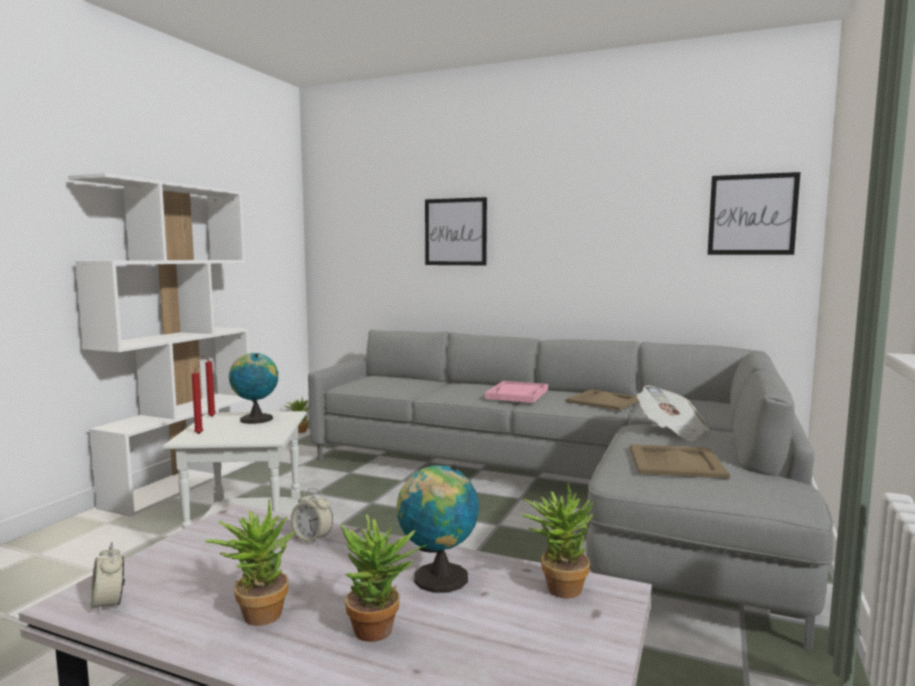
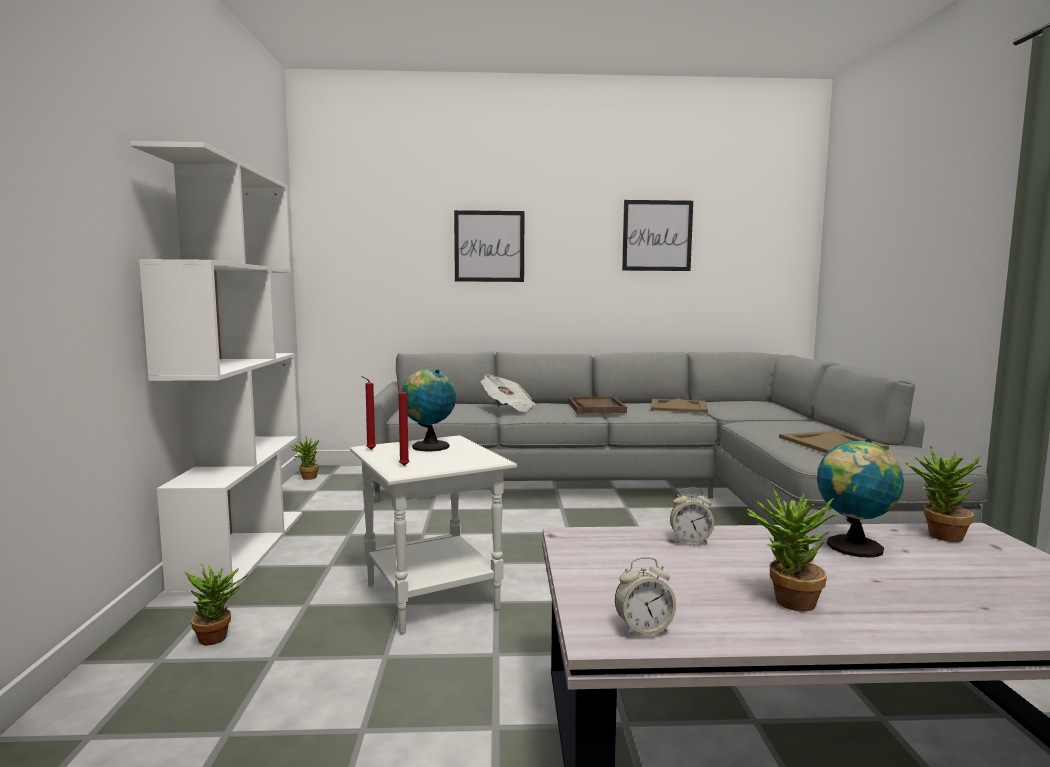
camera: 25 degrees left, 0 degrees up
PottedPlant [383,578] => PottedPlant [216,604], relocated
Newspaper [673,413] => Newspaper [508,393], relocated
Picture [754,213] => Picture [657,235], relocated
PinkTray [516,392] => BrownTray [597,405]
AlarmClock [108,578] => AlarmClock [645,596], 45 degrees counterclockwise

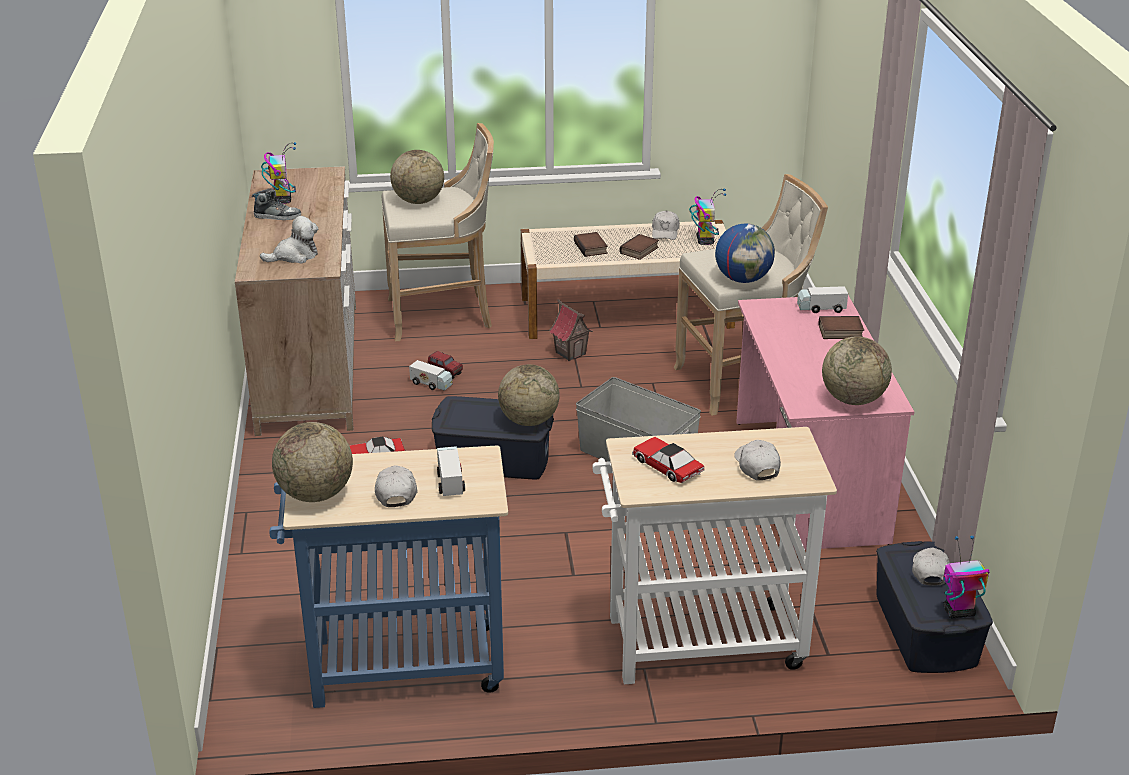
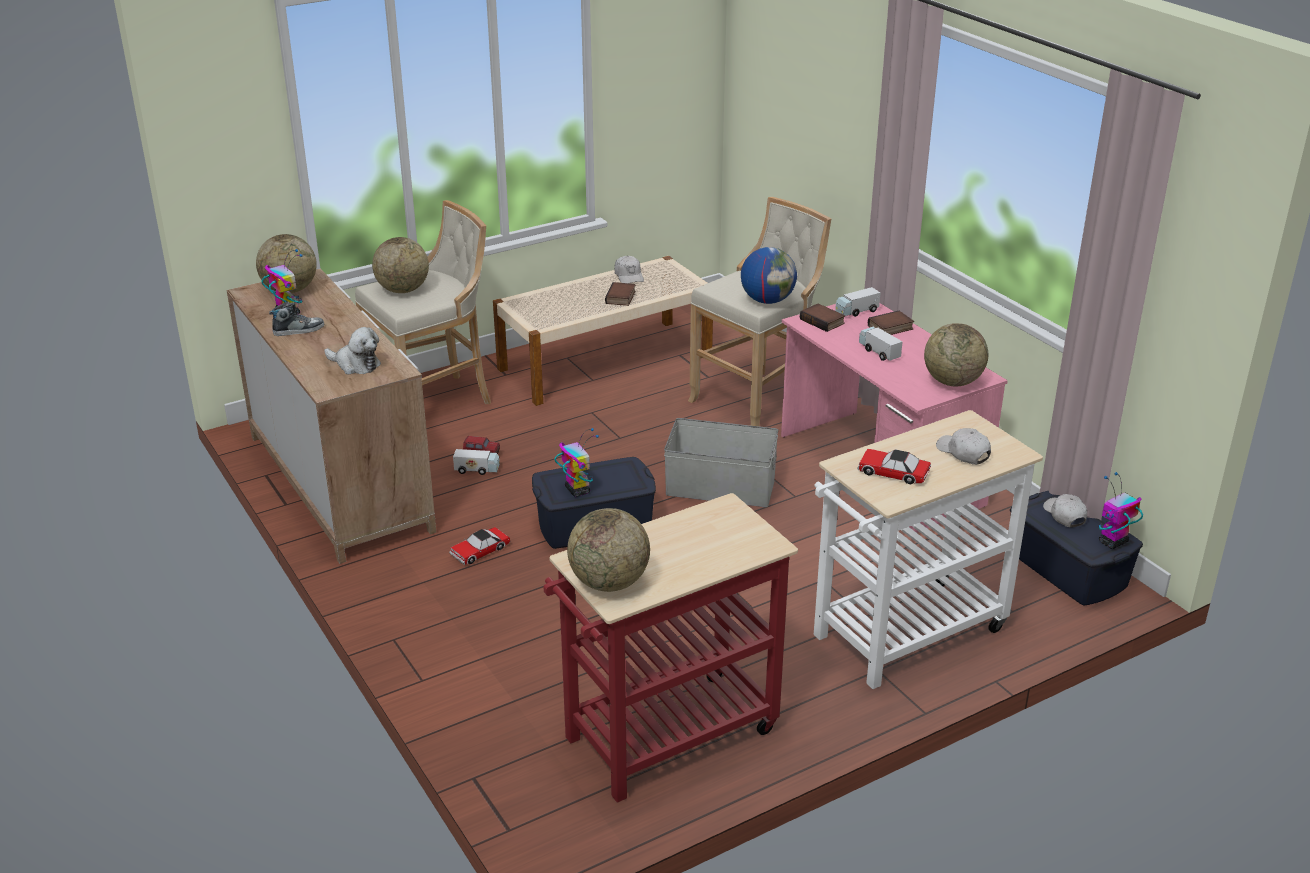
camera: 25 degrees left, 0 degrees up
WhiteCap [396,486] => nothing
ToyHouse [571,330] => nothing
ToyTruck [451,471] => ToyTruck [881,344], relocated
Globe [529,395] => Globe [286,263], relocated
Book [591,244] => Book [822,317], relocated
ToyRobot [707,216] => ToyRobot [577,462], relocated
BlueCart [388,577] => RedCart [671,648]
PlushToy [289,240] => PlushToy [352,350], 75 degrees clockwise

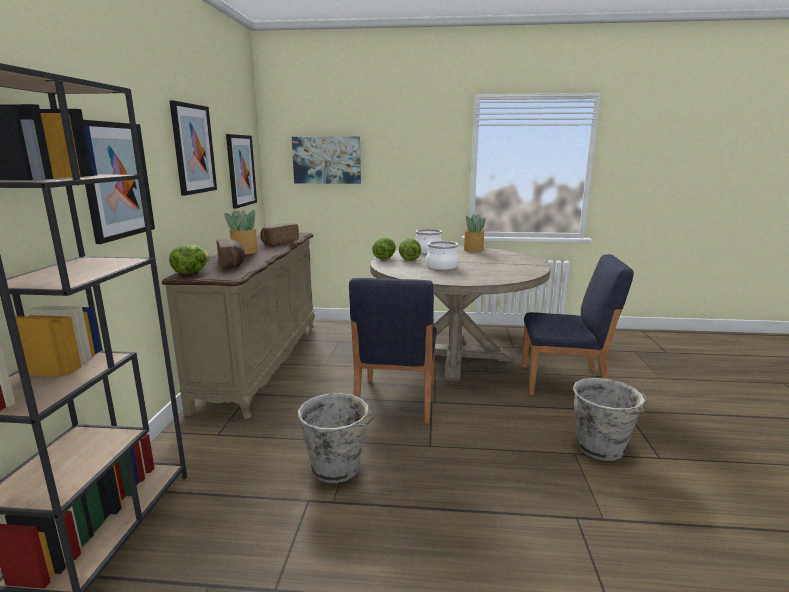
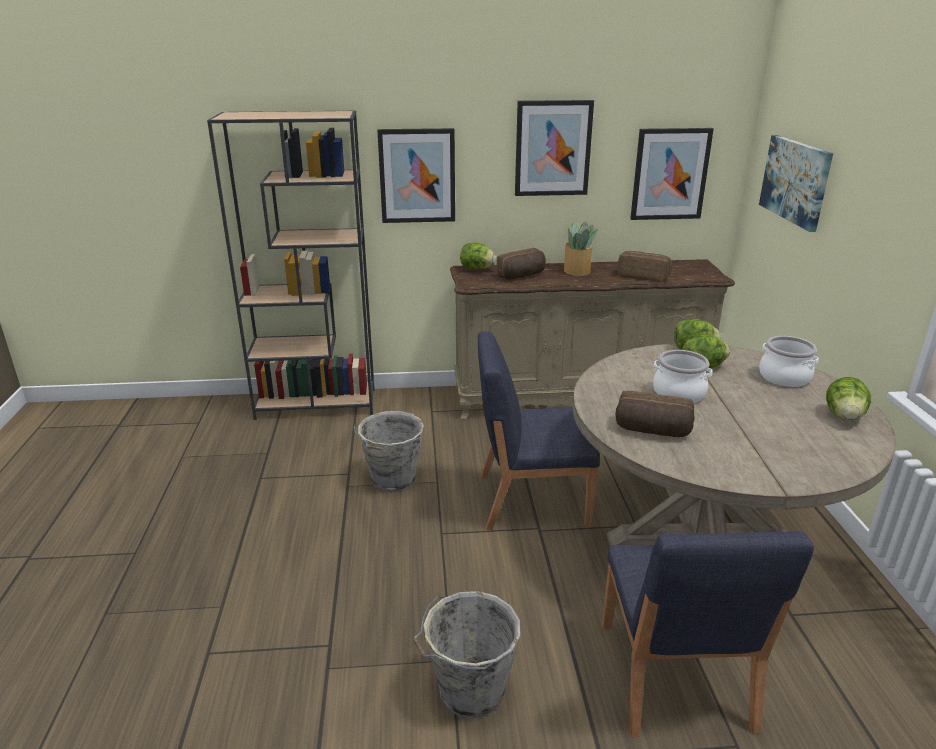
camera: 80 degrees right, 10 degrees up
nothing => Bread [654,414]
PottedPlant [475,233] => Lettuce [848,398]

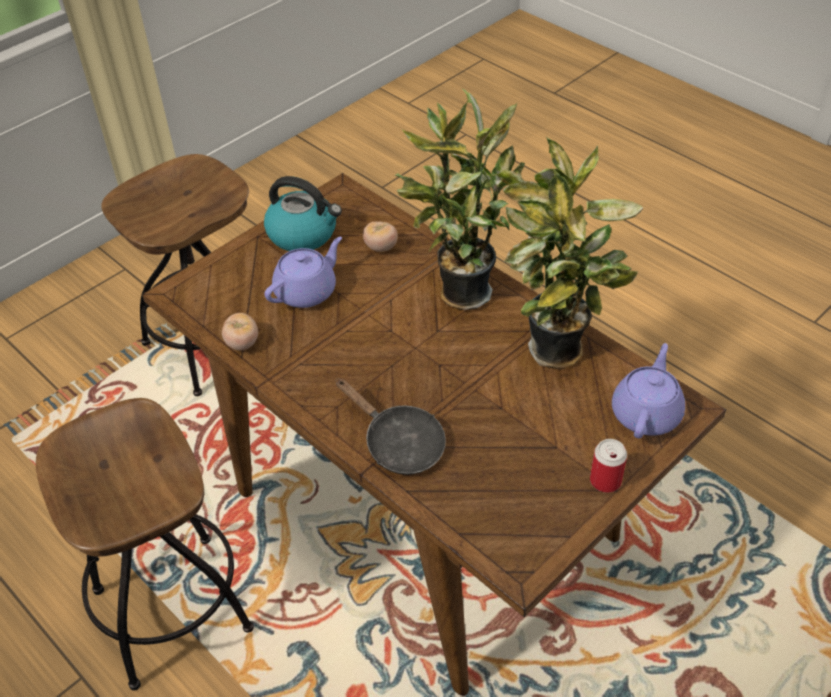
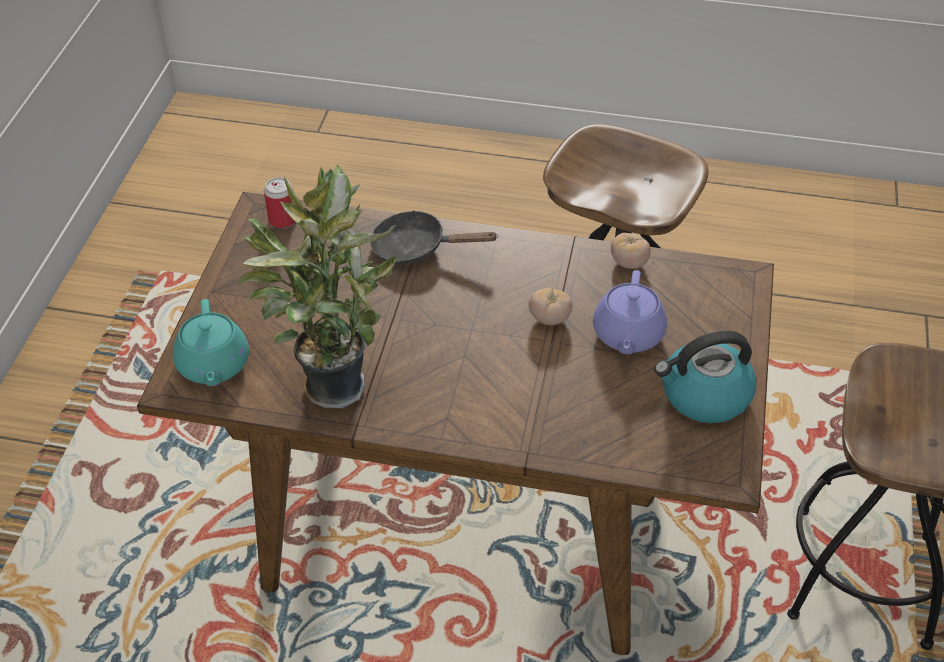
camera: 145 degrees right, 0 degrees up
PottedPlant [460,199] => nothing
Tomato [380,237] => Tomato [551,306], relocated
Can [608,466] => Can [279,202], relocated
PurpleTeapot [648,391] => TurquoiseTeapot [211,342]

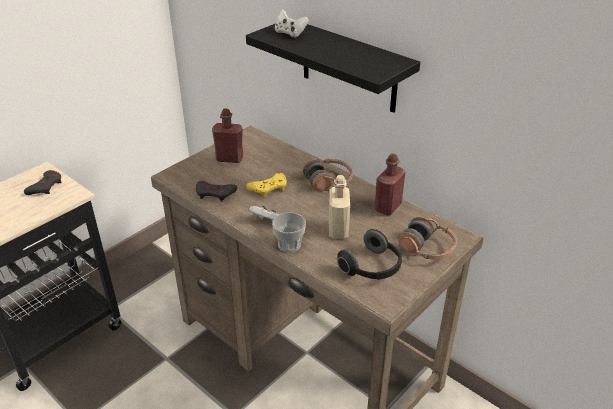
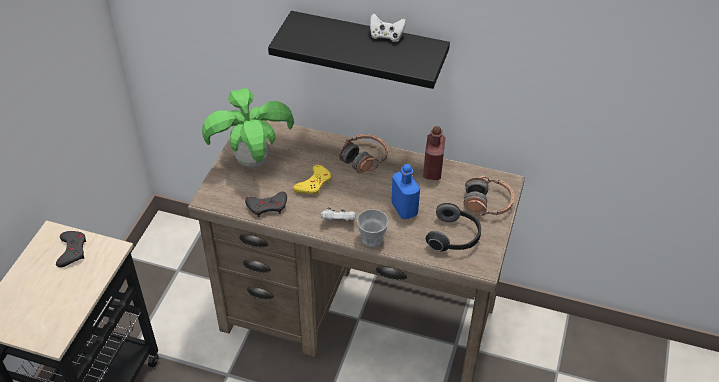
camera: 25 degrees left, 10 degrees up
WhiteGameController [292,24] => WhiteGameController [388,28], relocated
RedBottle [227,136] => PottedPlant [248,128]
BeigeBottle [339,206] => BlueBottle [405,191]

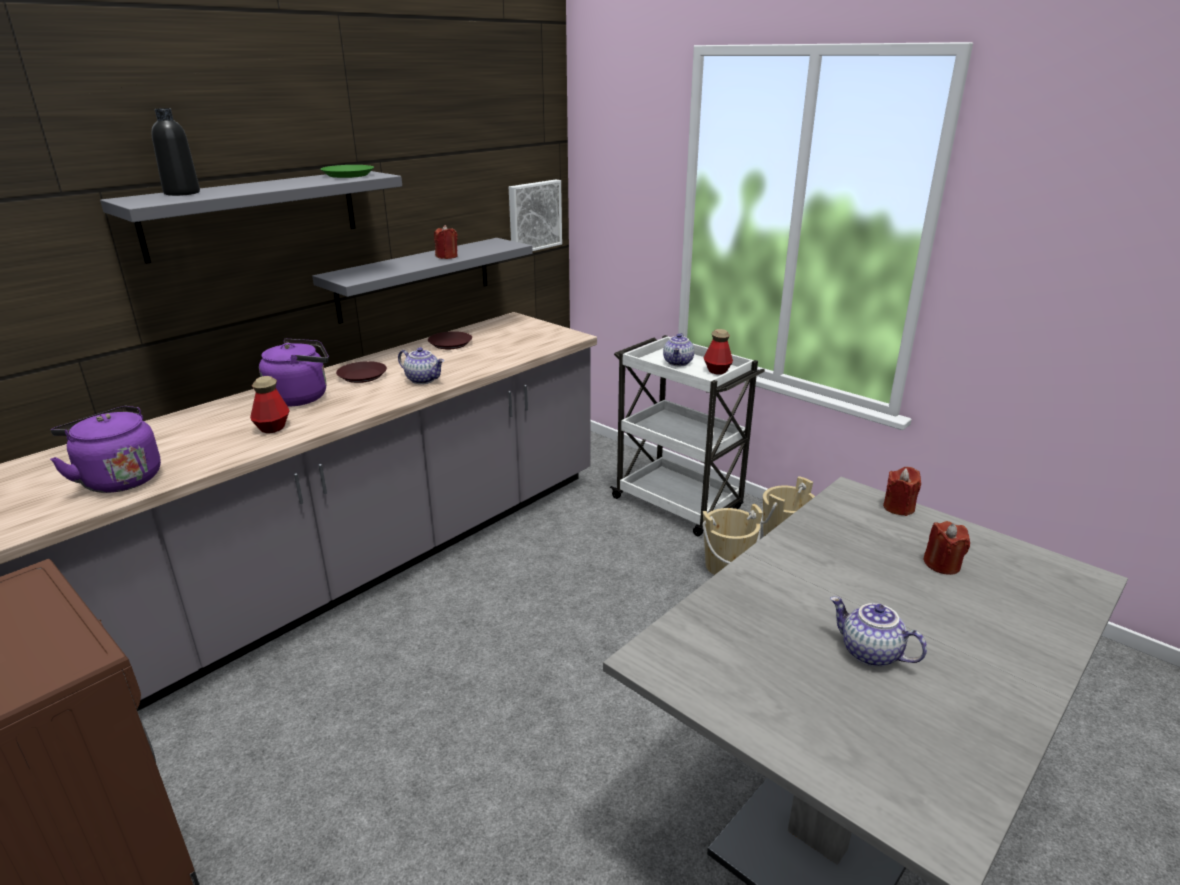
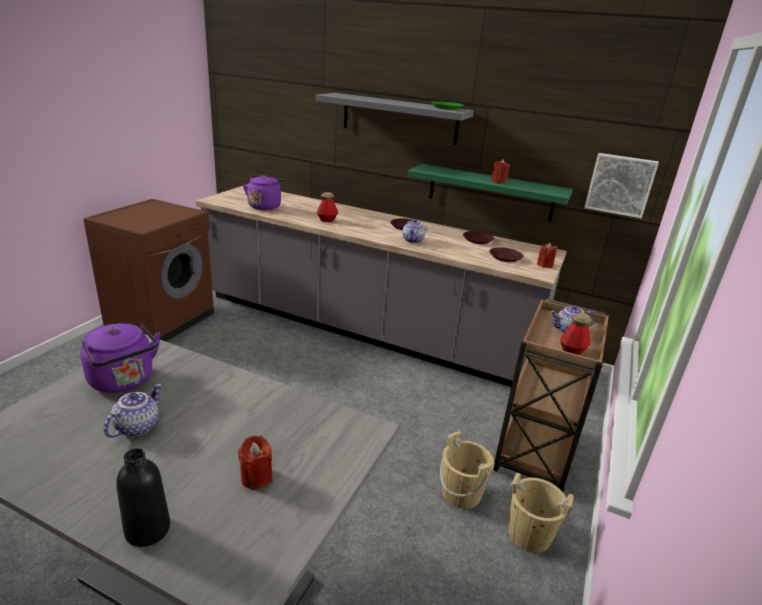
camera: 70 degrees right, 0 degrees up
nothing => BrownPlate [506,254]
BlackBottle [175,152] => BlackBottle [143,497], relocated
PurpleKettle [294,372] => PurpleKettle [120,358], relocated
RedCandle [902,491] => RedCandle [547,255], relocated
GreyShelf [422,281] => GreenShelf [490,192]
WhiteCart [687,435] => BrownCart [551,395]

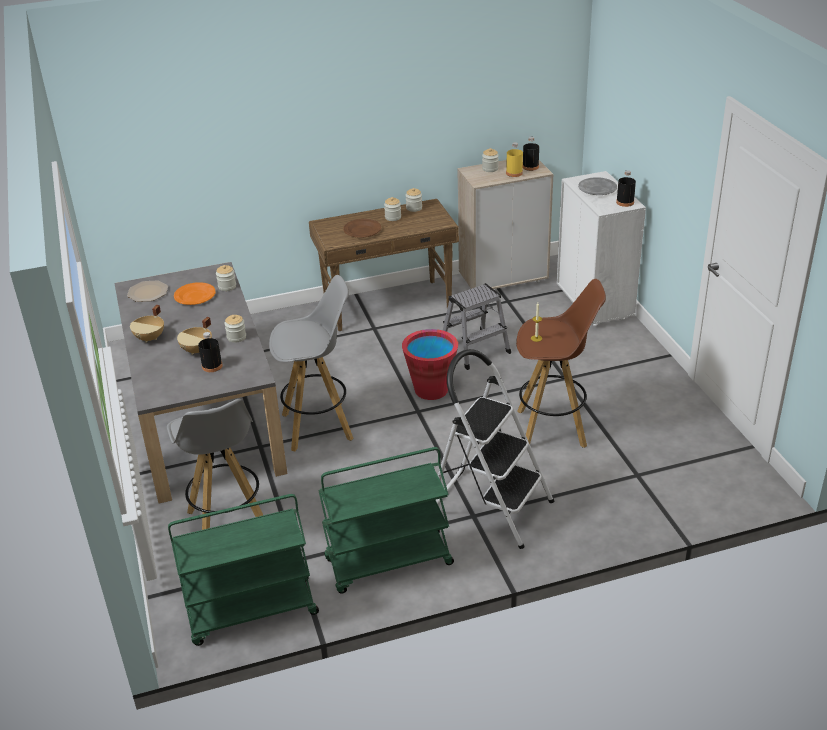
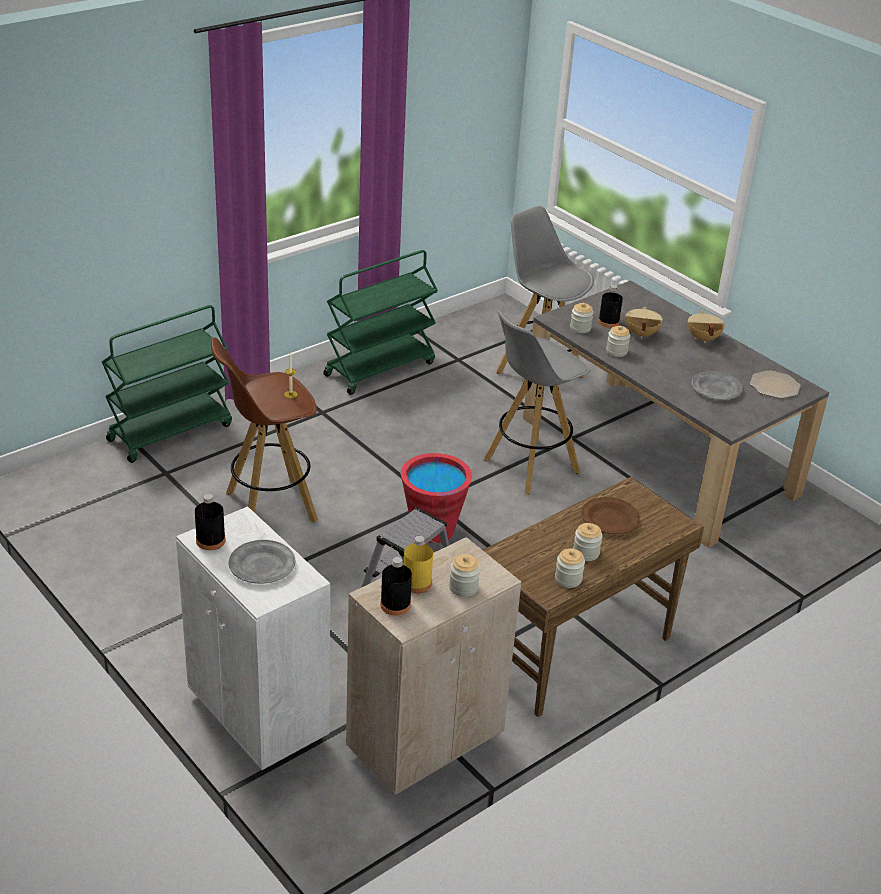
camera: 155 degrees right, 0 degrees up
StepLadder [495,449] => nothing
GreenCart [243,570] => GreenCart [167,384], relocated
Jar [226,278] => Jar [582,318], relocated
OrangePlate [195,293] => GreyPlate [717,385]

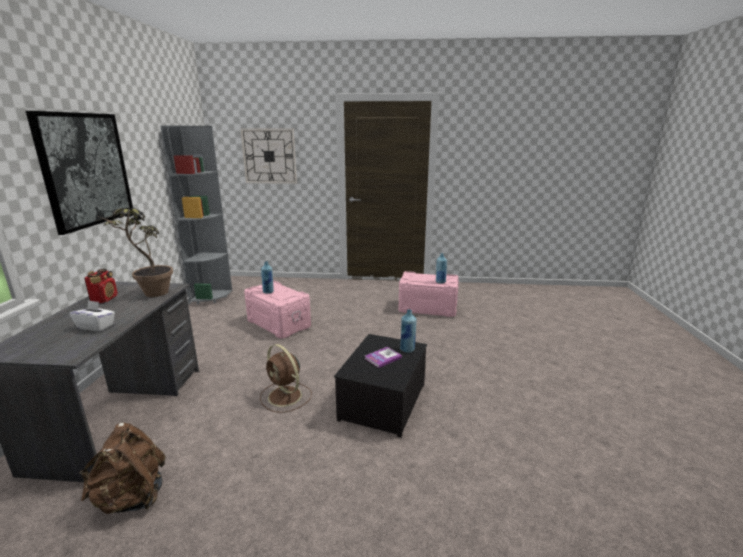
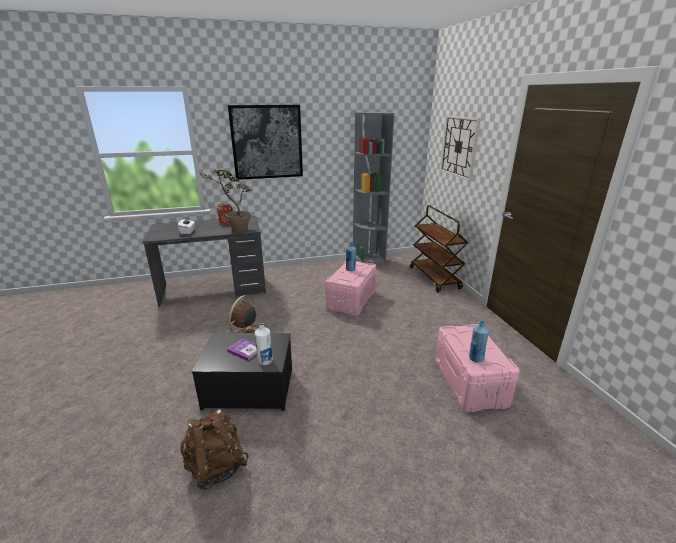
camera: 70 degrees right, 5 degrees up
nothing => BrownCart [439,248]
BrownBackpack [122,468] => BrownBackpack [214,449], relocated
BlueBottle [408,331] => WhiteBottle [264,344]

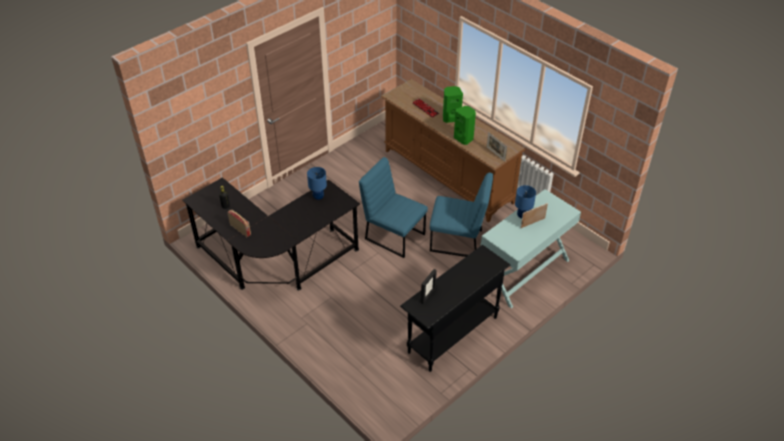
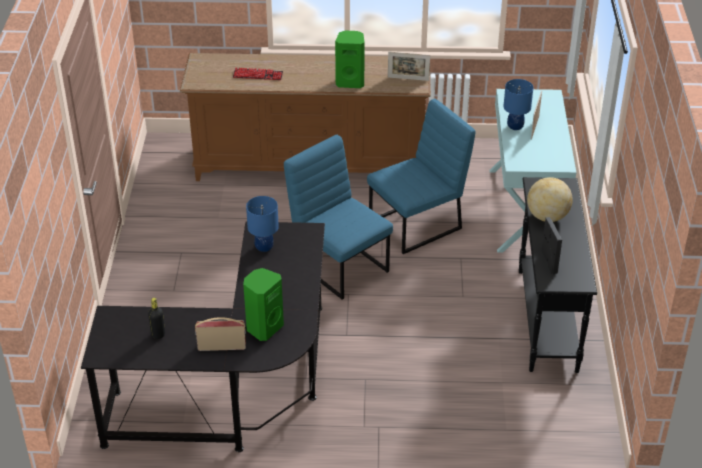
camera: 45 degrees left, 5 degrees down
nothing => Globe [550,199]
GreenSpeaker [453,104] => GreenSpeaker [263,304], relocated
BlueChair [393,207] => BlueChair [338,217], 60 degrees clockwise

